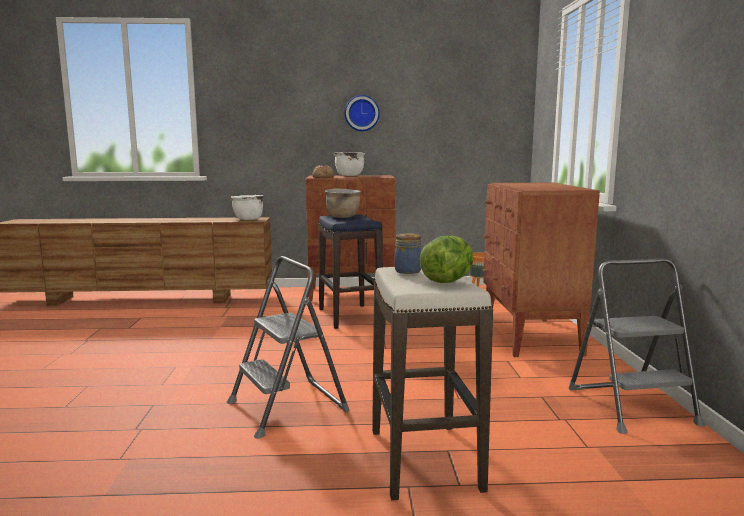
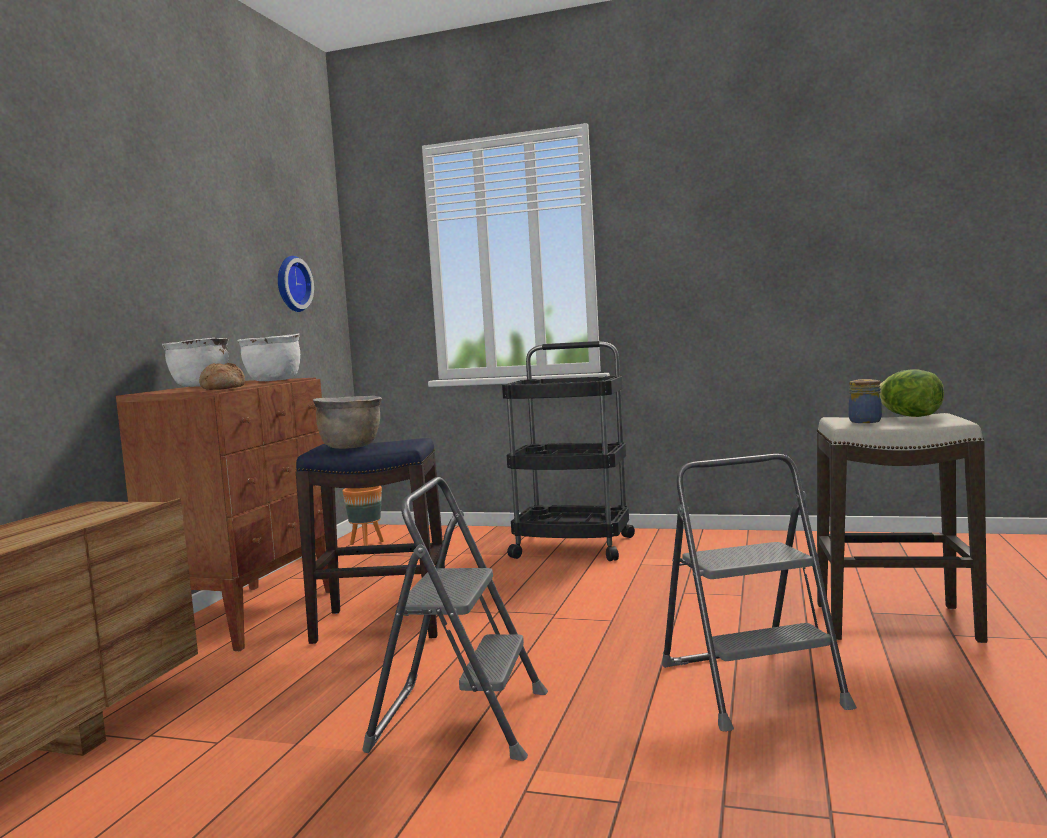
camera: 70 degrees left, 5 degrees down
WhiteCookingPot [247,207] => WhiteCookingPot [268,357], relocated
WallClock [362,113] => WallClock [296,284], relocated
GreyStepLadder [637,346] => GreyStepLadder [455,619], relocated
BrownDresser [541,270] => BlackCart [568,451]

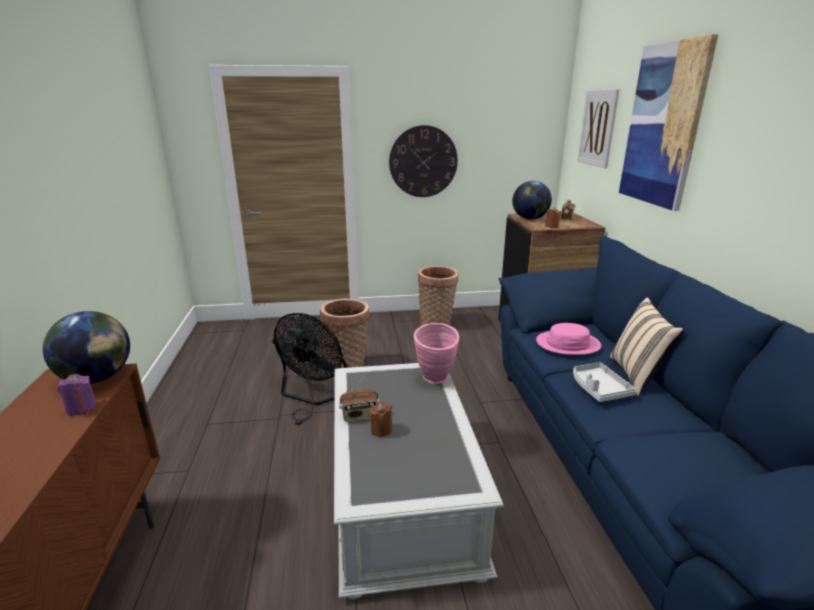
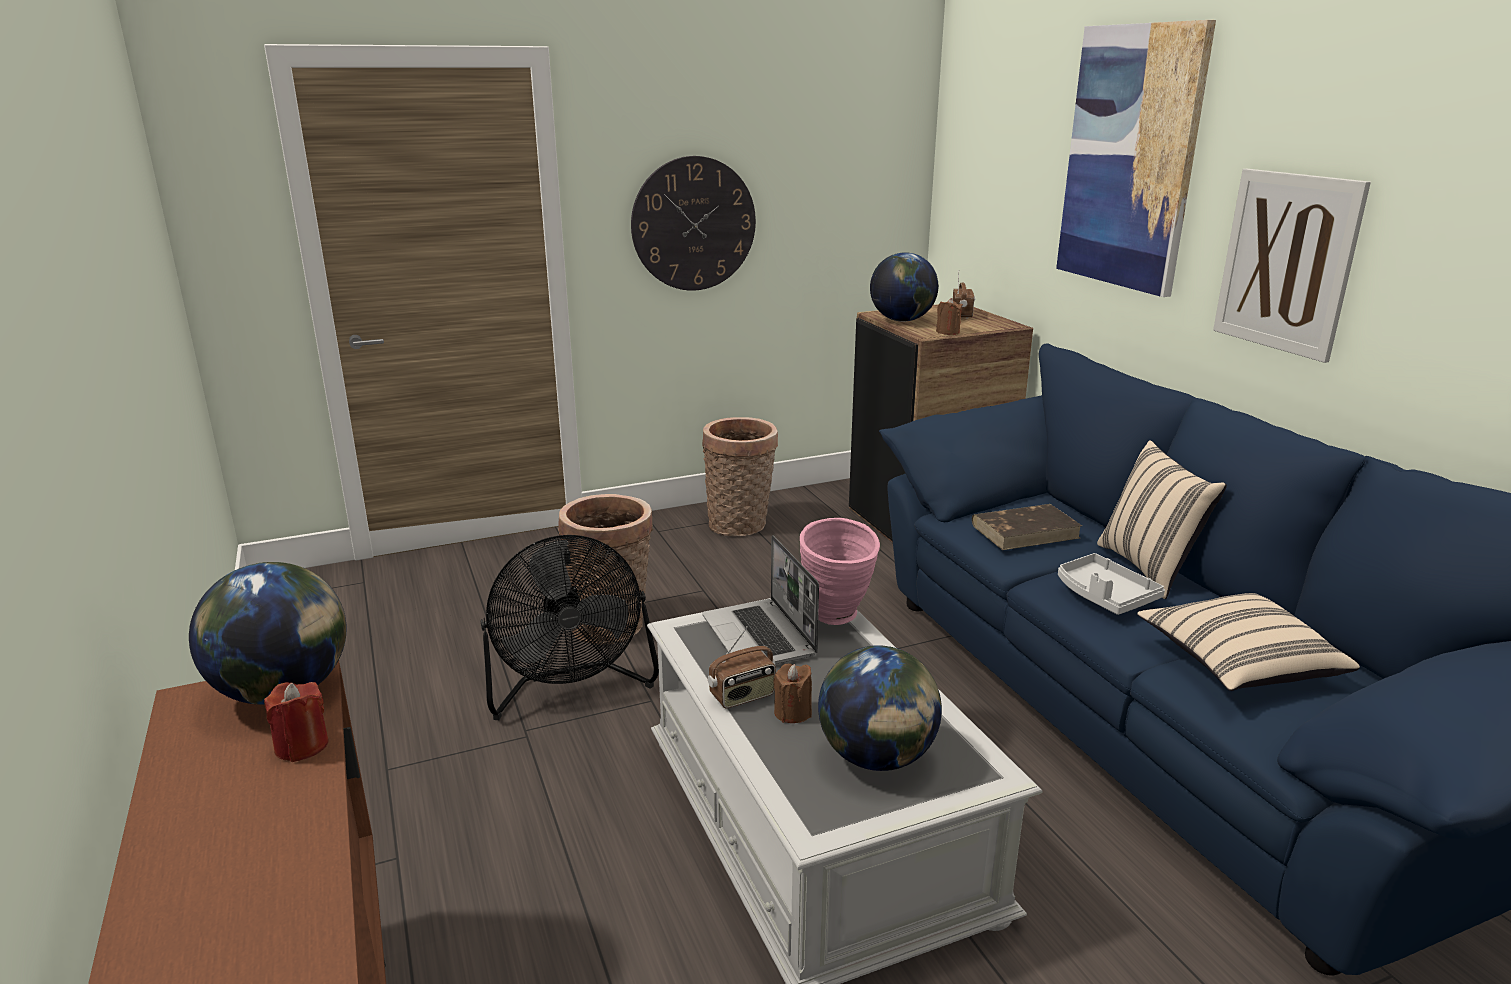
camera: 15 degrees left, 0 degrees up
nothing => Laptop [760,599]
nothing => Globe [880,708]
nothing => BeigePillow [1248,642]
Picture [598,128] => Picture [1292,266], relocated
PinkHat [568,339] => BrownBook [1027,527]
PurpleCandle [77,395] => RedCandle [296,722]
BlackFan [310,369] => BlackFan [570,627], 150 degrees clockwise

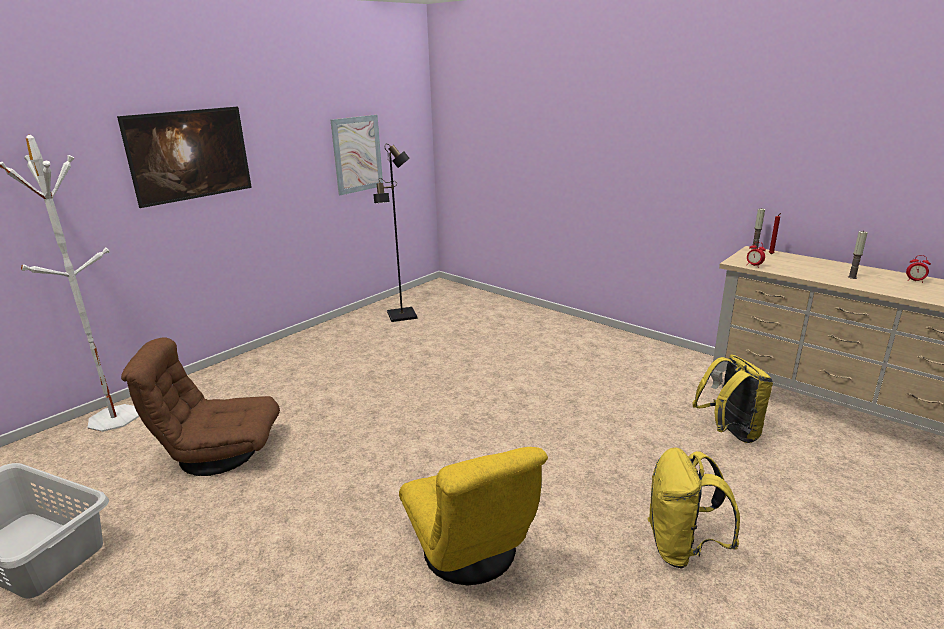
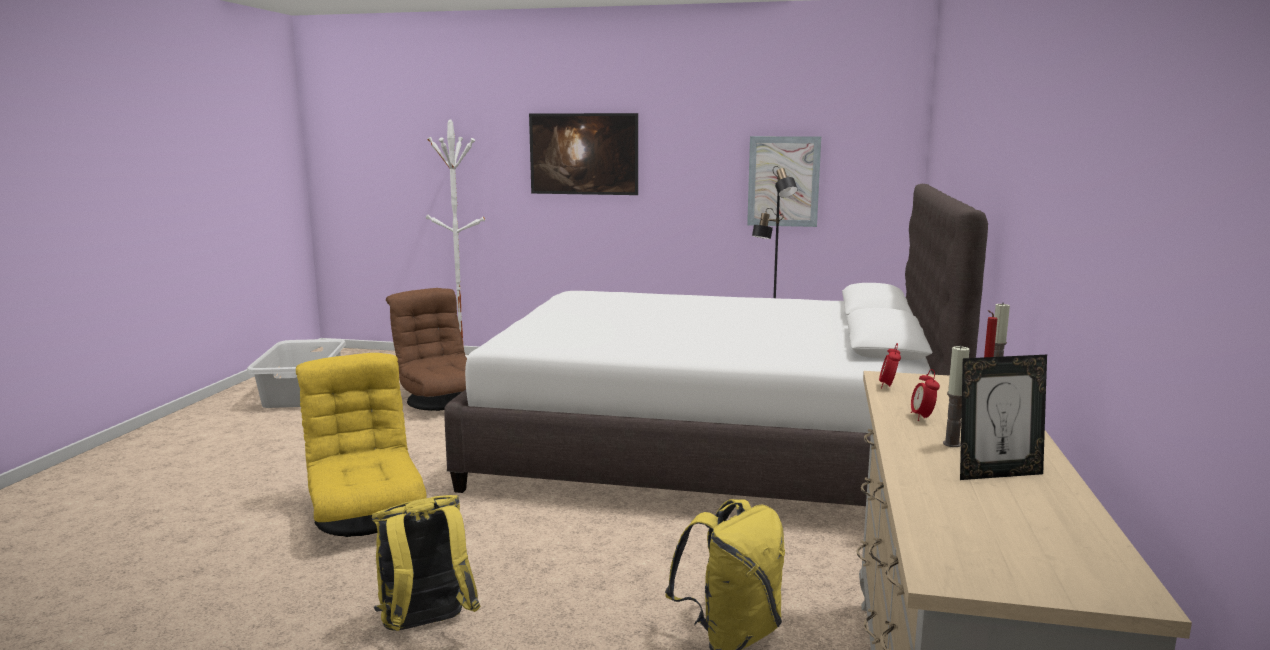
camera: 60 degrees right, 10 degrees down
nothing => WhiteBed [716,345]
nothing => PictureFrame [1003,417]
AlarmClock [918,268] => AlarmClock [925,395], relocated
YellowArmchair [473,516] => YellowArmchair [361,445], 120 degrees clockwise

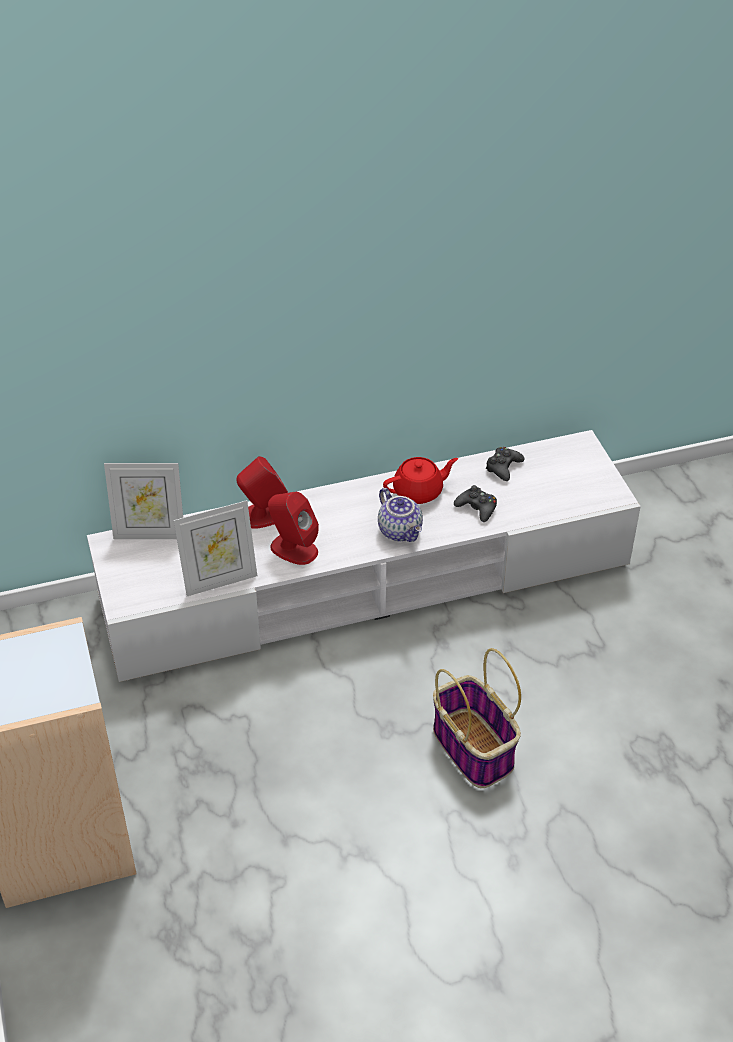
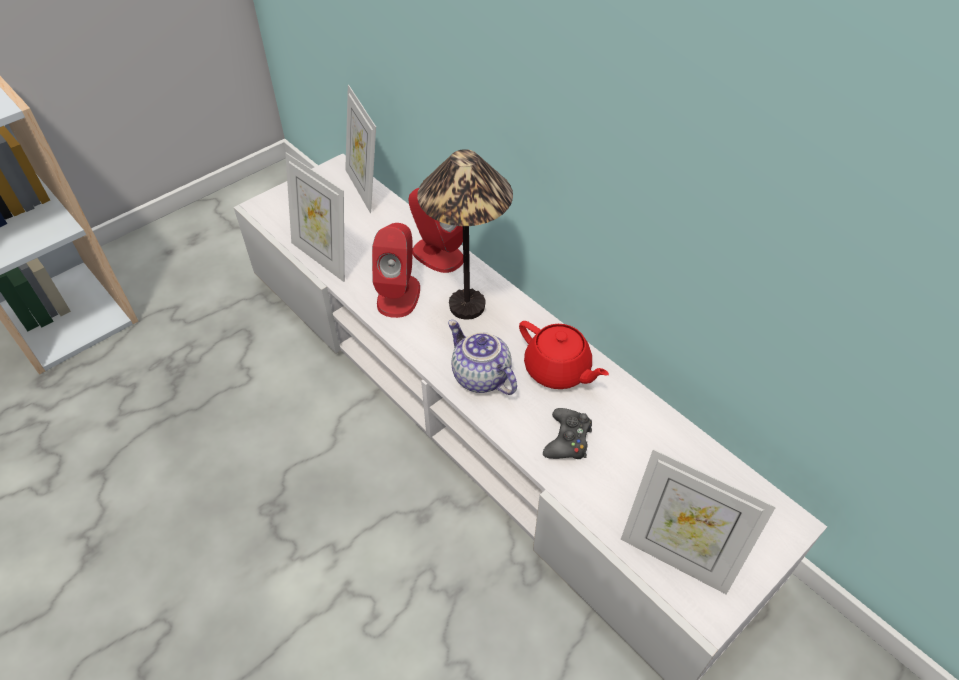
camera: 65 degrees right, 5 degrees up
Basket [477,718] => nothing
BlackGameController [505,464] => nothing
nothing => TableLamp [465,234]
nothing => PictureFrame [698,522]
Teapot [400,515] => Teapot [482,357], 105 degrees clockwise

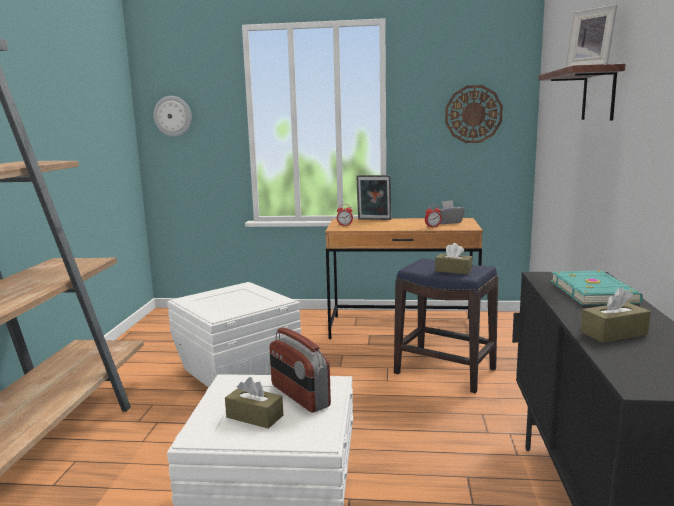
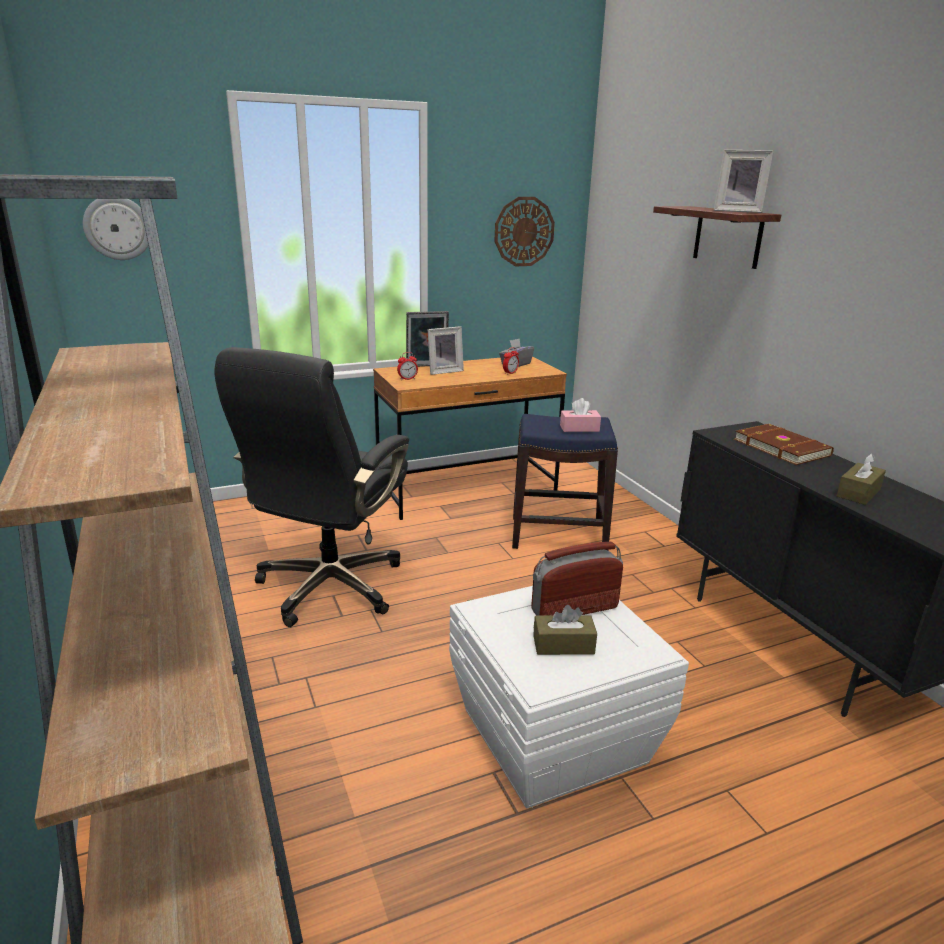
camera: 30 degrees left, 10 degrees up
nothing => PictureFrame [445,350]
WhiteStorageBox [234,335] => BlackOfficeChair [311,487]
BrownTissueBox [453,258] => PinkTissueBox [580,415]
TurquoiseBook [597,288] => BrownBook [784,444]
Radio [300,370] => Radio [577,579], 135 degrees clockwise

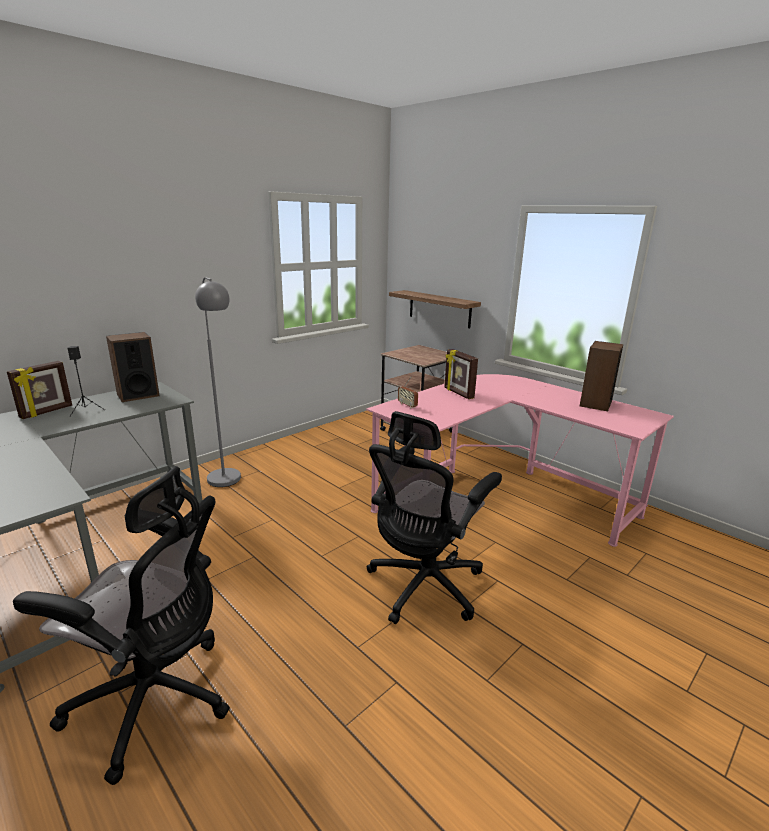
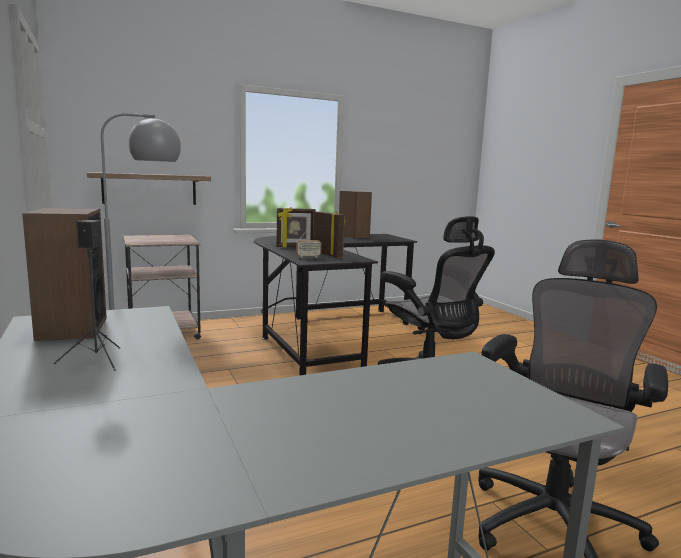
camera: 70 degrees left, 10 degrees down
PictureFrame [39,390] => PictureFrame [329,234], relocated
PinkDesk [520,460] => BlackDesk [335,305]

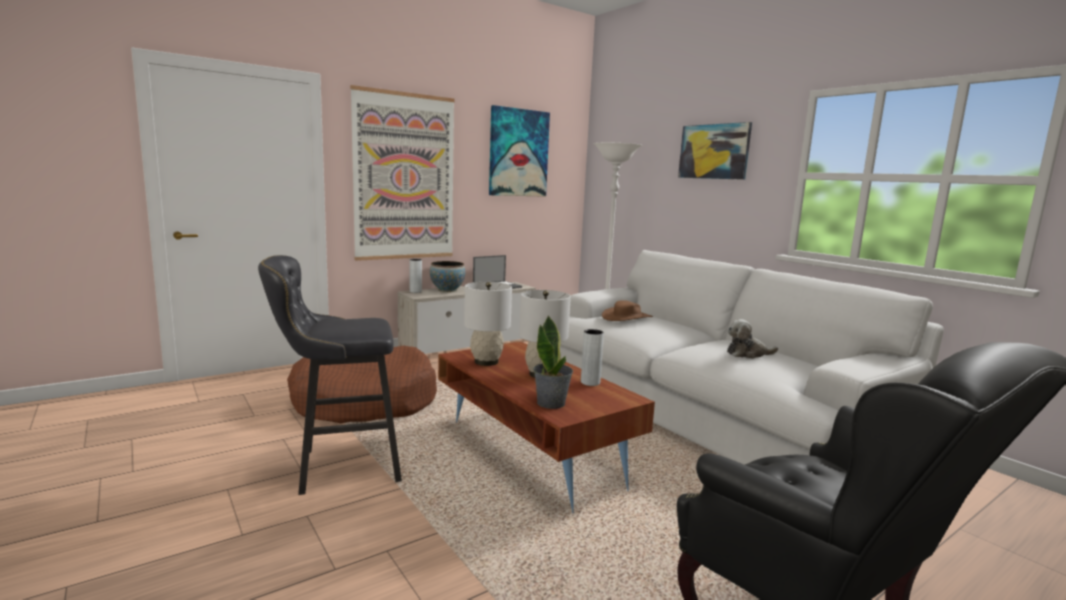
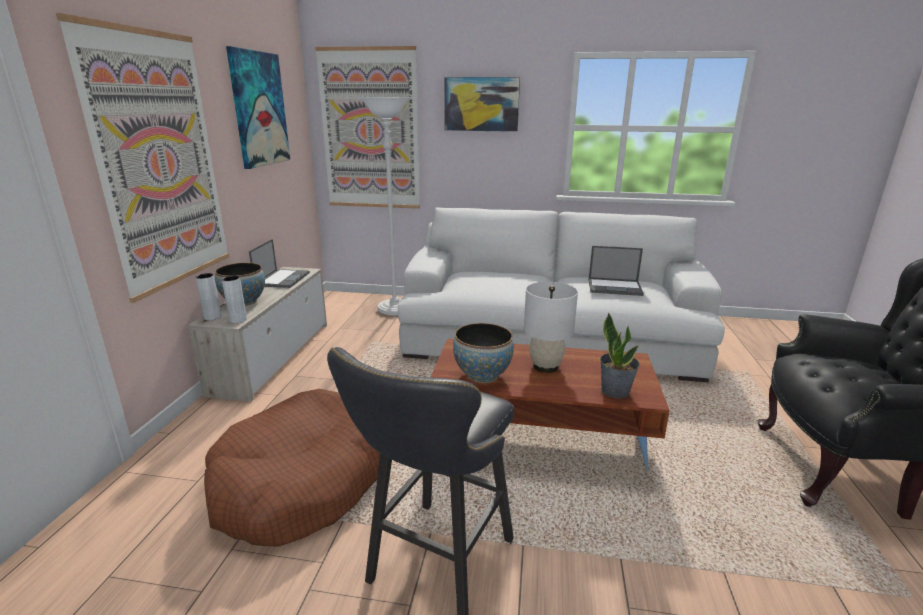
camera: 45 degrees left, 10 degrees up
BrownHat [627,310] => nothing
nothing => Picture [367,127]
GreyVase [592,357] => GreyVase [234,299], relocated
WhiteTableLamp [488,324] => Bowl [483,353]
PlushToy [752,339] => Laptop [616,271]

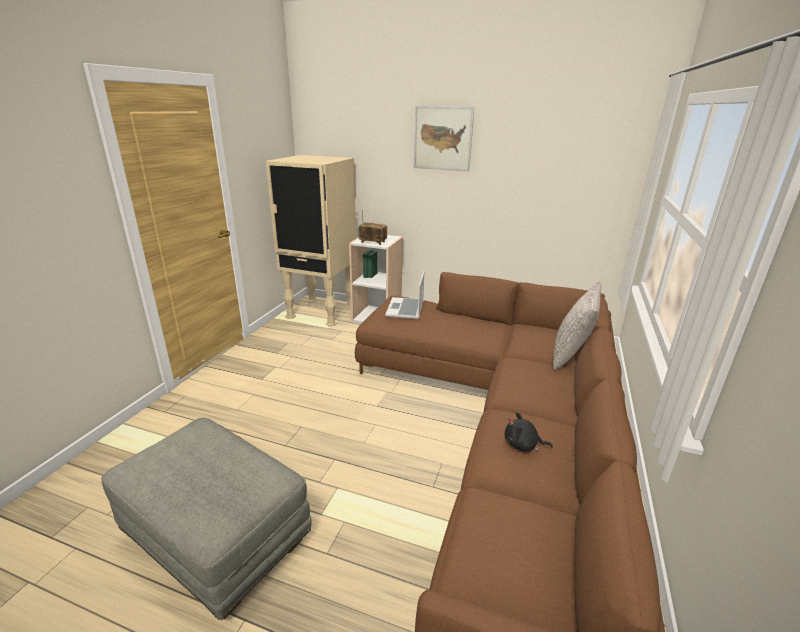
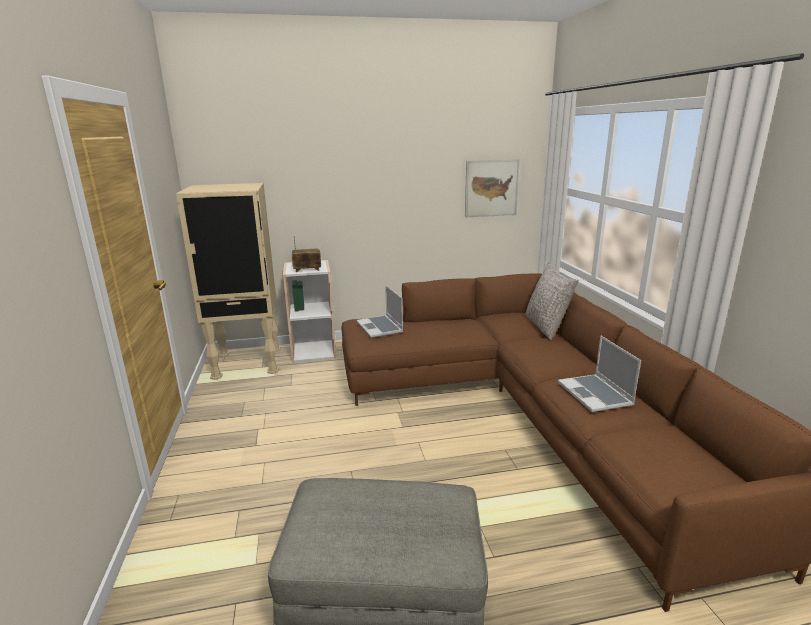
camera: 30 degrees left, 5 degrees down
Picture [444,138] => Picture [492,188], relocated
BlackPlushToy [528,432] => Laptop [599,374]

